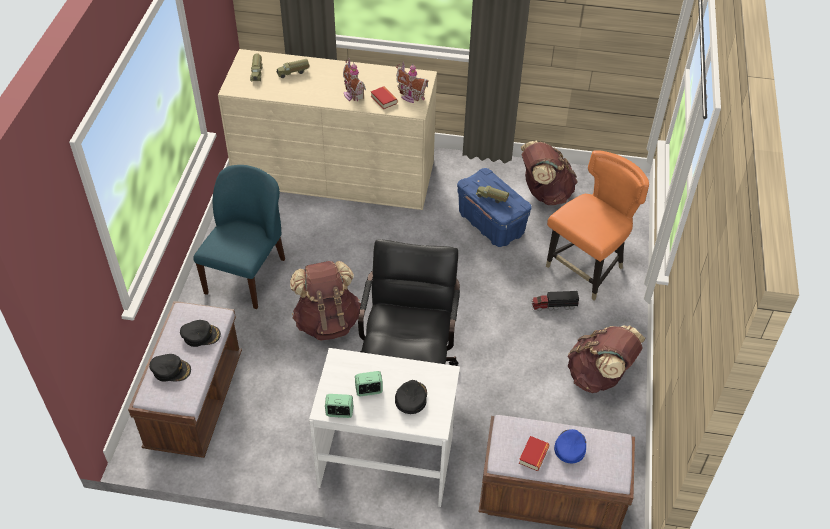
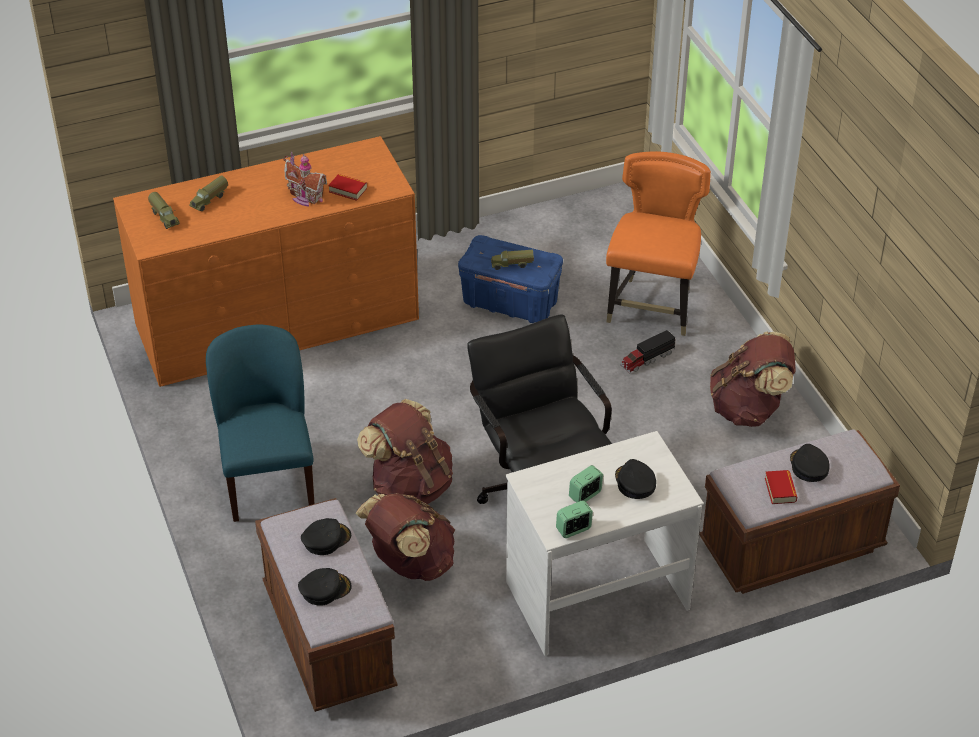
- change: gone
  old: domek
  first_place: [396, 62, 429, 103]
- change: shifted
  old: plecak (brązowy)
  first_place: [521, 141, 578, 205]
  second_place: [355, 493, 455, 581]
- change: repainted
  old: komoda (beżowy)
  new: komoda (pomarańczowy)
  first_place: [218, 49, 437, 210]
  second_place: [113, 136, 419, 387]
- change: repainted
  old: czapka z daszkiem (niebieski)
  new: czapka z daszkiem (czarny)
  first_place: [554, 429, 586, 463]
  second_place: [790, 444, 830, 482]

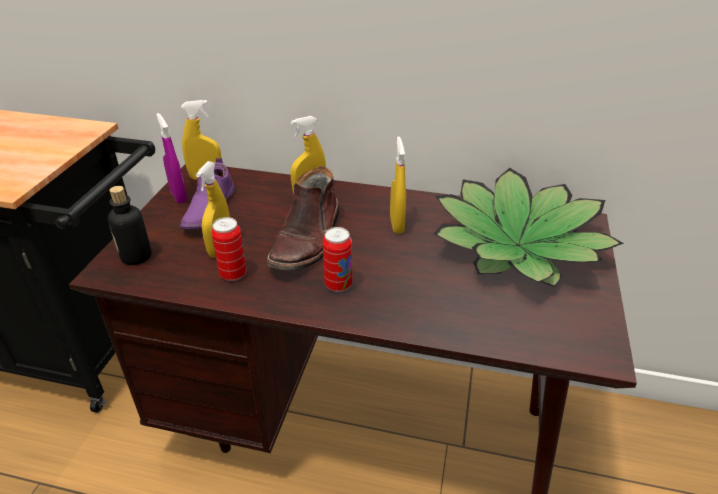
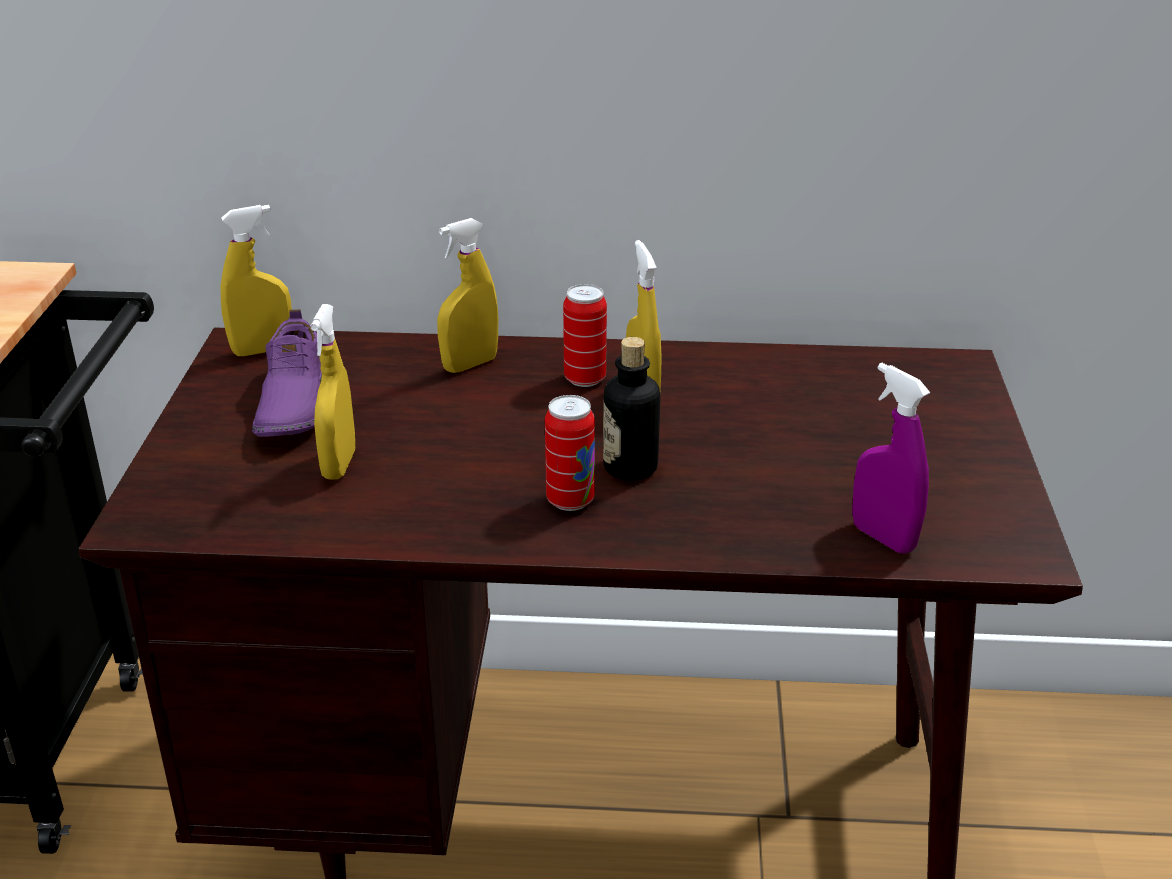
- change: gone
  old: but z cholewką (brązowy)
  first_place: [266, 166, 339, 271]
- change: gone
  old: roślina doniczkowa
  first_place: [434, 168, 624, 288]
- change: shifted
  old: butelka
  first_place: [108, 186, 152, 265]
  second_place: [603, 337, 660, 481]
- change: shifted
  old: spryskiwacz (fioletowy)
  first_place: [156, 113, 187, 204]
  second_place: [852, 362, 930, 554]
- change: shifted
  old: puszka
  first_place: [211, 217, 246, 281]
  second_place: [563, 284, 607, 387]

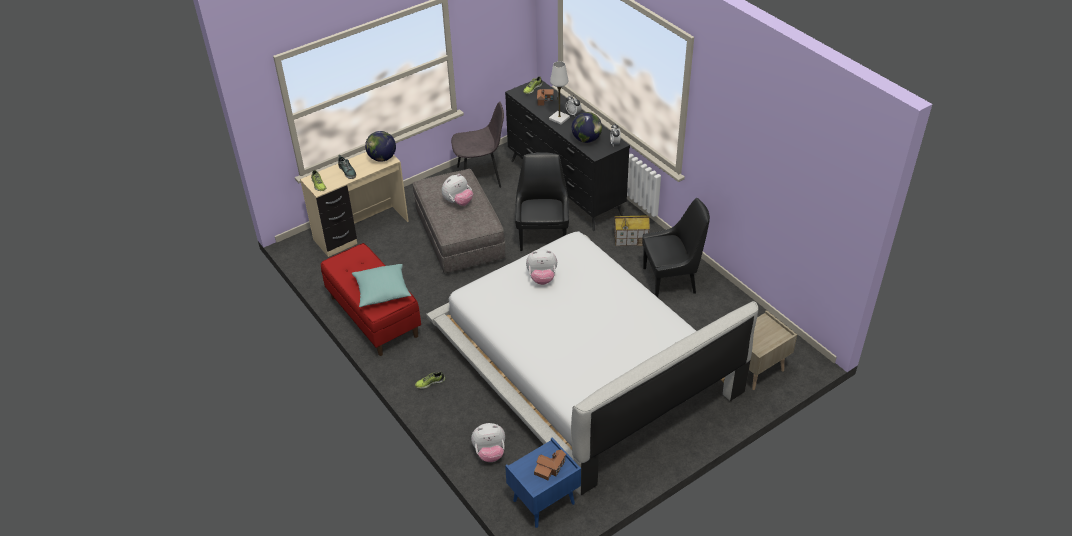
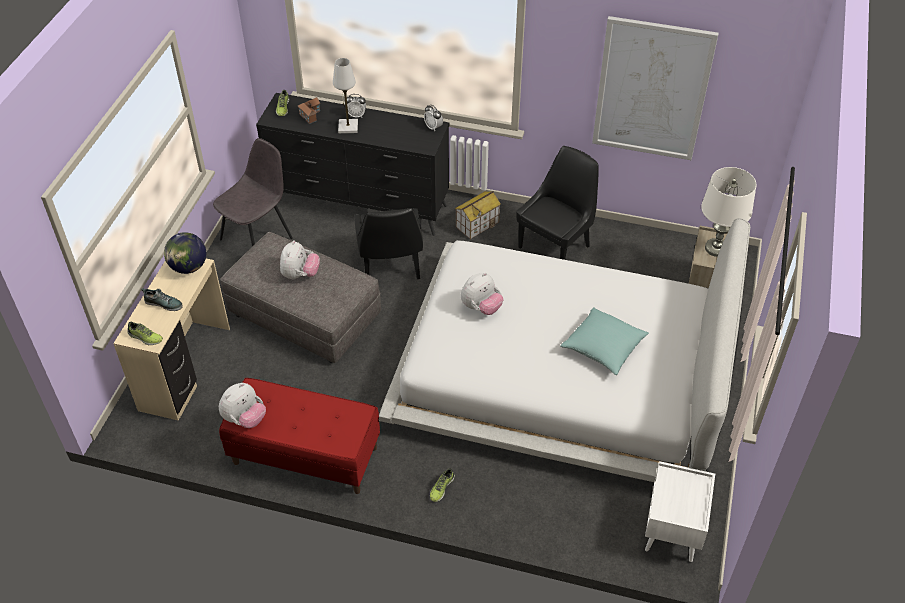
- change: gone
  old: domek
  first_place: [534, 449, 566, 481]
- change: gone
  old: globus
  first_place: [572, 112, 602, 143]
- change: new
  new: obraz
  second_place: [592, 16, 719, 160]
- change: new
  new: lampa stołowa (biały)
  second_place: [701, 167, 756, 257]
- change: shifted
  old: poduszka (turkusowy)
  first_place: [352, 264, 411, 307]
  second_place: [560, 307, 649, 375]
- change: shifted
  old: pluszak
  first_place: [471, 423, 505, 462]
  second_place: [219, 383, 266, 428]
- change: repainted
  old: szafka nocna (niebieski)
  new: szafka nocna (biały)
  first_place: [505, 437, 581, 528]
  second_place: [645, 461, 715, 562]
- change: rotated
  old: krzesło (czarny)
  first_place: [515, 152, 569, 251]
  second_place: [354, 208, 423, 279]
  degrees: -150

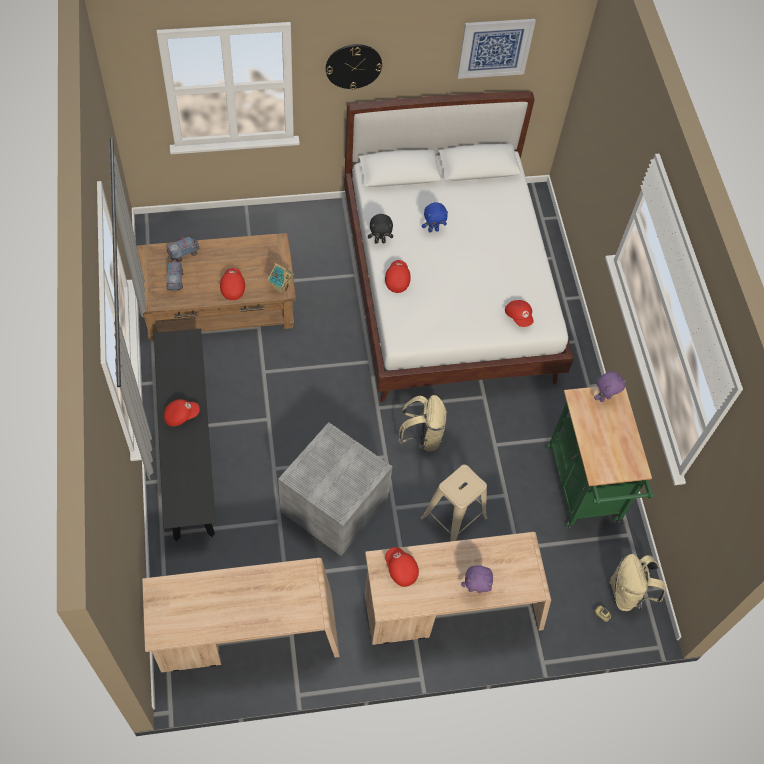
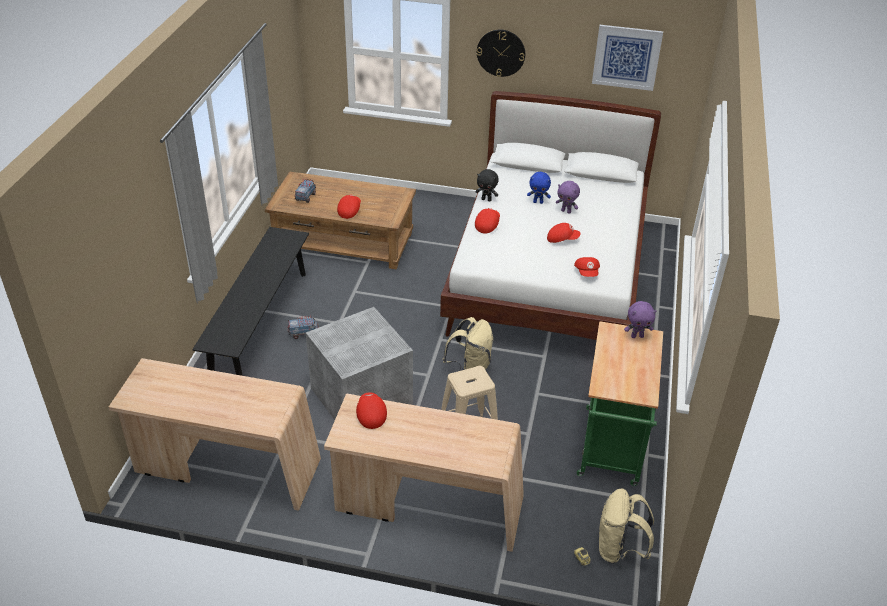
- change: gone
  old: domek
  first_place: [268, 263, 294, 294]
- change: shifted
  old: czapka z daszkiem (czerwony)
  first_place: [164, 399, 200, 426]
  second_place: [547, 223, 580, 243]
- change: shifted
  old: ciężarówka zabawkowa
  first_place: [167, 236, 199, 262]
  second_place: [287, 316, 319, 339]
- change: shifted
  old: pluszak (fioletowy)
  first_place: [461, 565, 493, 593]
  second_place: [556, 181, 580, 214]

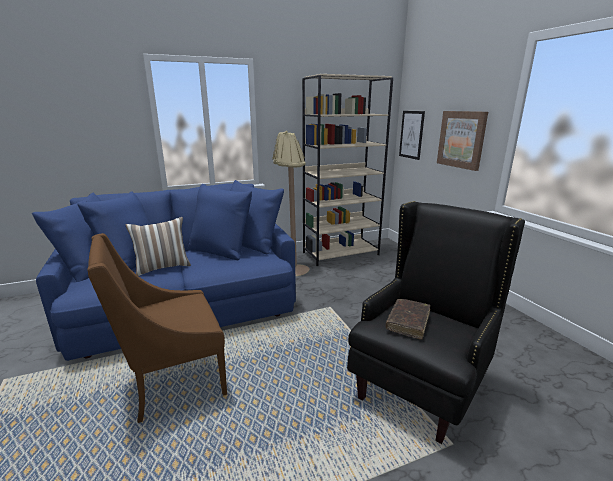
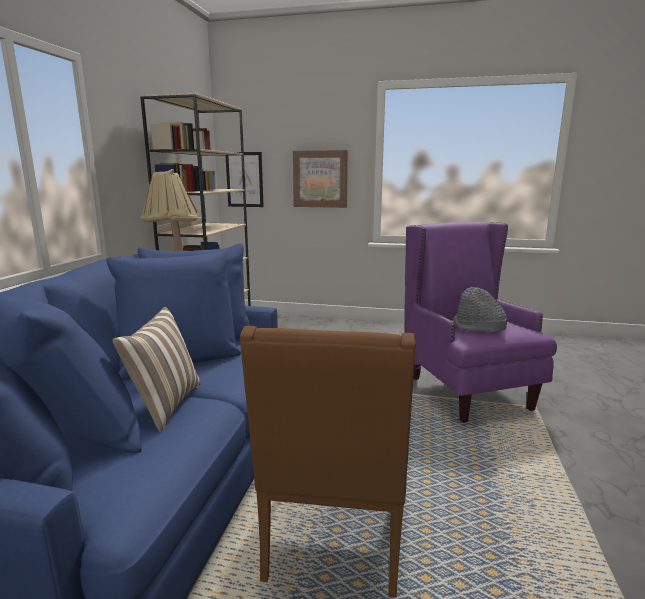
- change: swapped
  old: książka (brązowy)
  new: kapelusz (szary)
  first_place: [386, 299, 430, 340]
  second_place: [453, 287, 507, 333]
- change: repainted
  old: fotel (czarny)
  new: fotel (fioletowy)
  first_place: [347, 201, 525, 444]
  second_place: [404, 222, 557, 423]

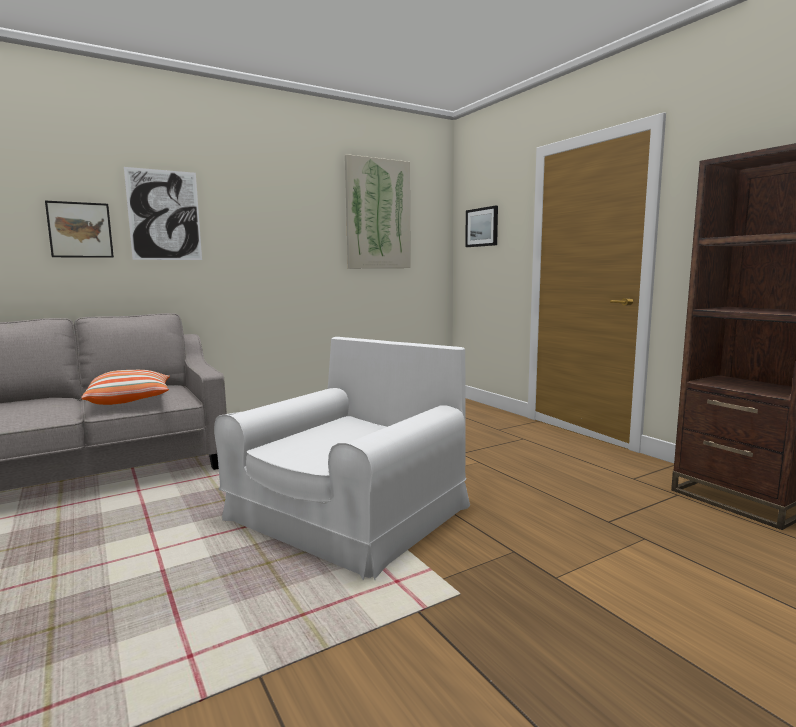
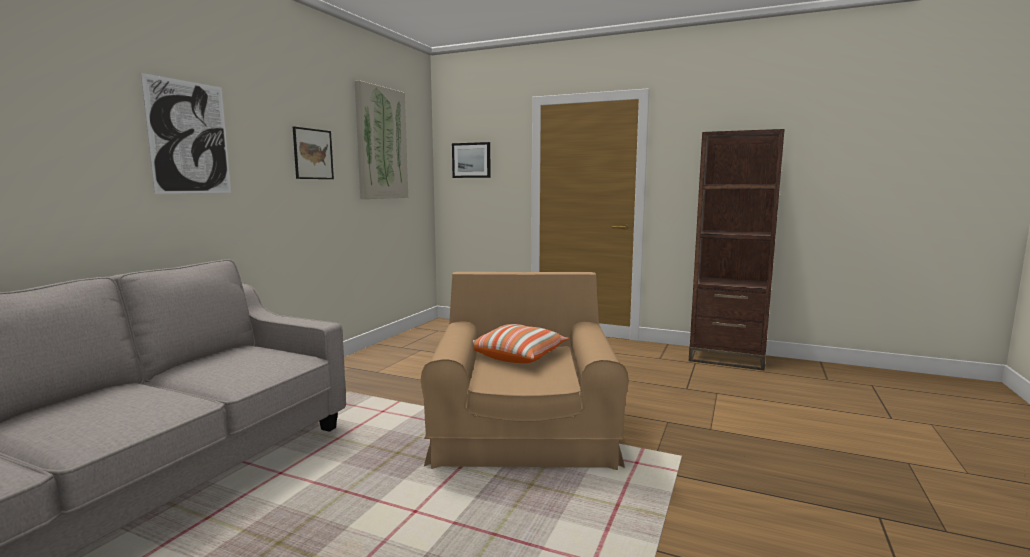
- change: shifted
  old: obraz
  first_place: [45, 201, 114, 258]
  second_place: [293, 127, 334, 179]
- change: shifted
  old: poduszka
  first_place: [81, 370, 170, 405]
  second_place: [473, 324, 569, 363]
- change: repainted
  old: fotel (biały)
  new: fotel (brązowy)
  first_place: [214, 337, 470, 581]
  second_place: [421, 272, 629, 470]

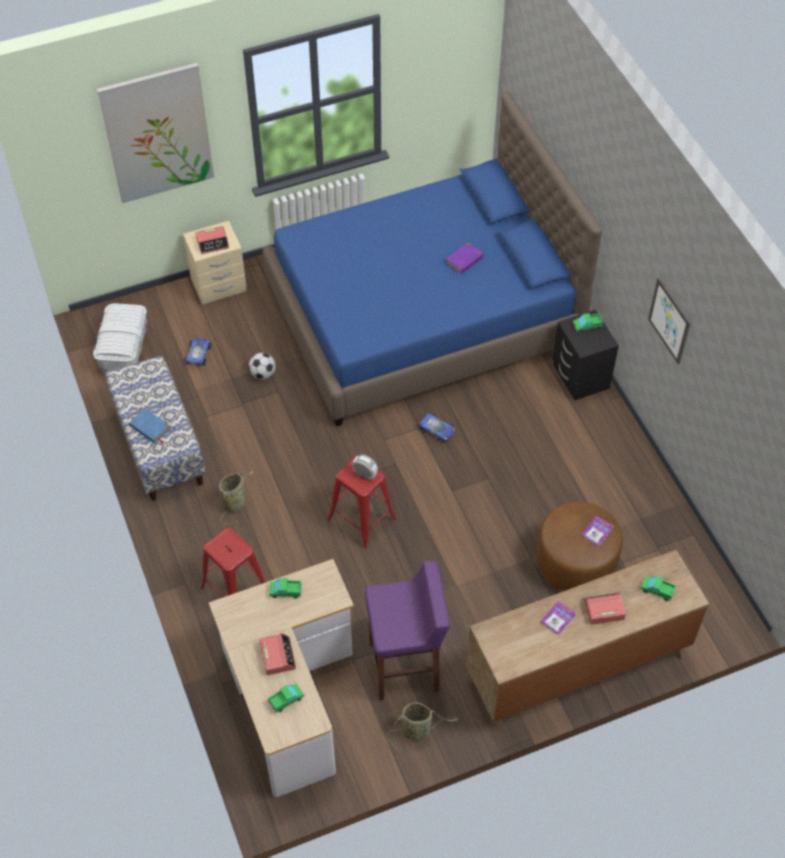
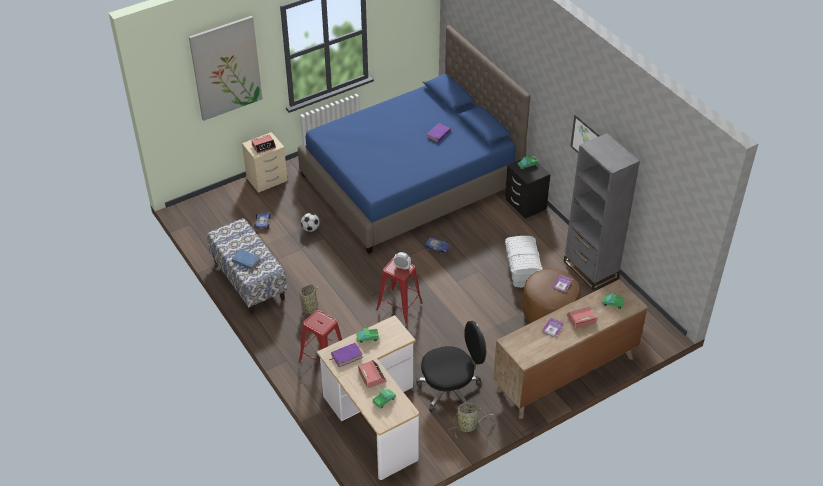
- change: new
  new: książka (fioletowy)
  second_place: [329, 343, 363, 367]
- change: new
  new: regał (szary)
  second_place: [564, 133, 640, 290]
- change: shifted
  old: pojemnik do przechowywania (biały)
  first_place: [93, 303, 147, 374]
  second_place: [505, 236, 543, 288]
- change: swapped
  old: stołek (fioletowy)
  new: krzesło biurowe (czarny)
  first_place: [365, 561, 450, 700]
  second_place: [416, 321, 486, 412]

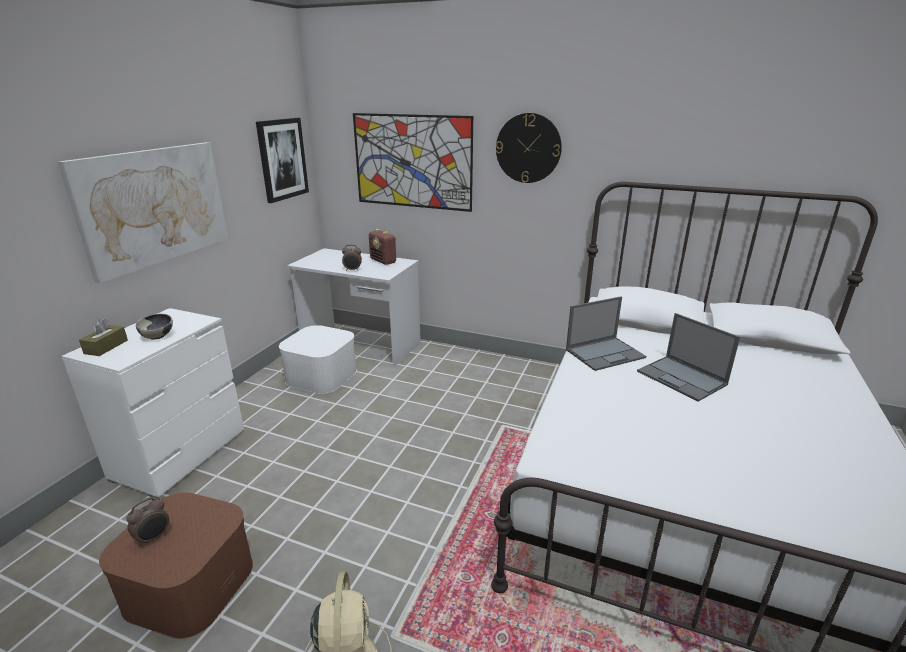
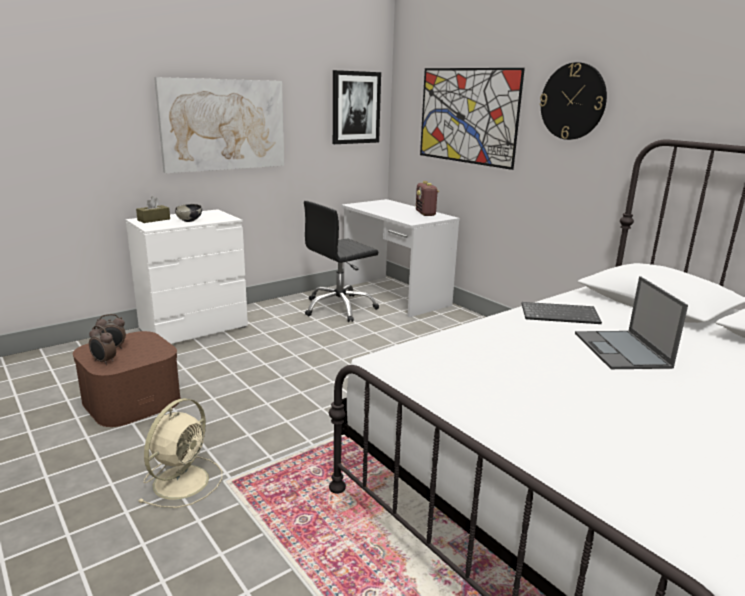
- change: shifted
  old: budzik
  first_place: [342, 244, 362, 271]
  second_place: [89, 325, 116, 365]
- change: swapped
  old: pojemnik do przechowywania (biały)
  new: krzesło biurowe (czarny)
  first_place: [279, 325, 357, 394]
  second_place: [304, 201, 379, 322]
- change: swapped
  old: laptop
  new: klawiatura
  first_place: [566, 296, 646, 371]
  second_place: [522, 302, 602, 324]

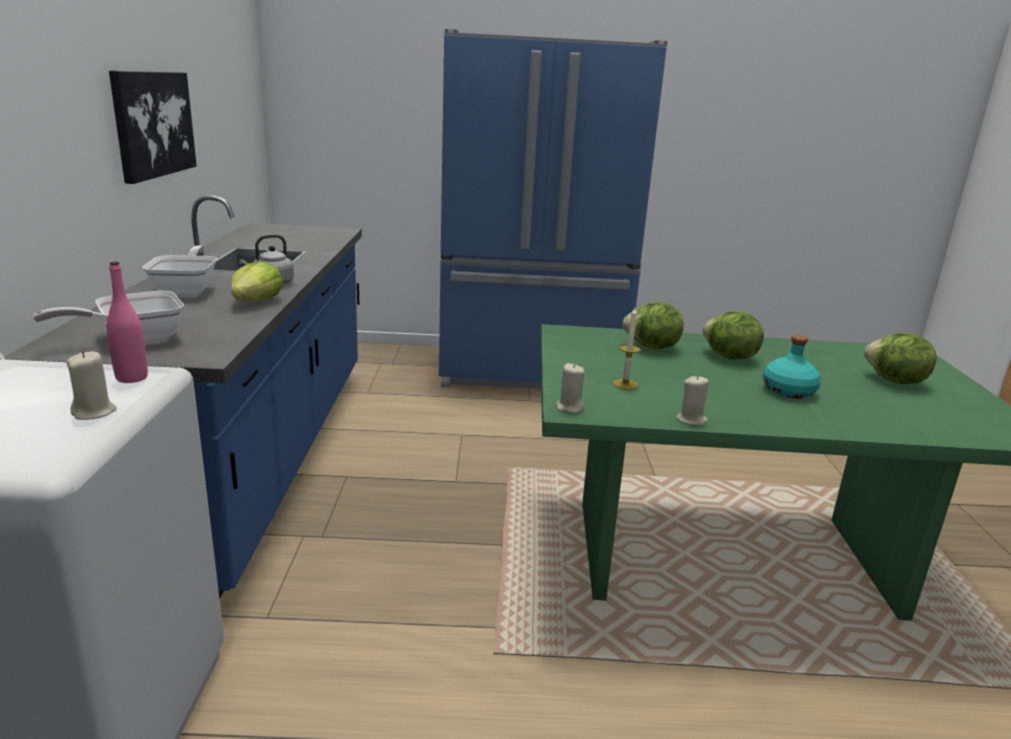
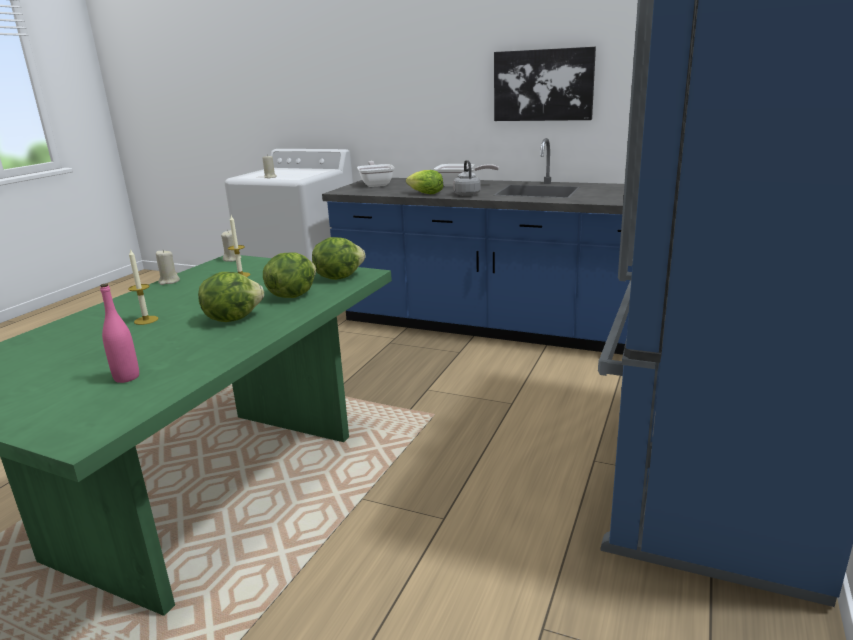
- change: shifted
  old: butelka (różowy)
  first_place: [107, 261, 148, 383]
  second_place: [100, 284, 139, 383]
- change: shifted
  old: sałata
  first_place: [864, 333, 937, 384]
  second_place: [312, 237, 366, 280]
- change: swapped
  old: butelka (turkusowy)
  new: świeca
  first_place: [763, 335, 821, 399]
  second_place: [128, 249, 158, 325]

